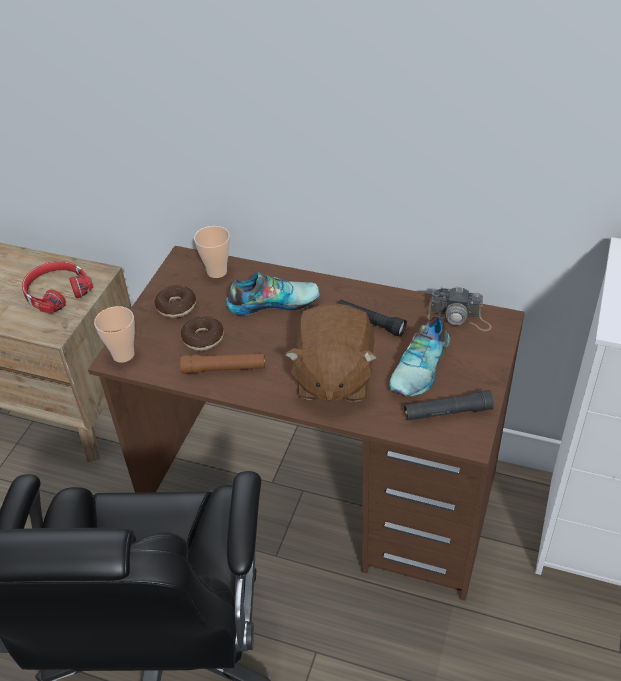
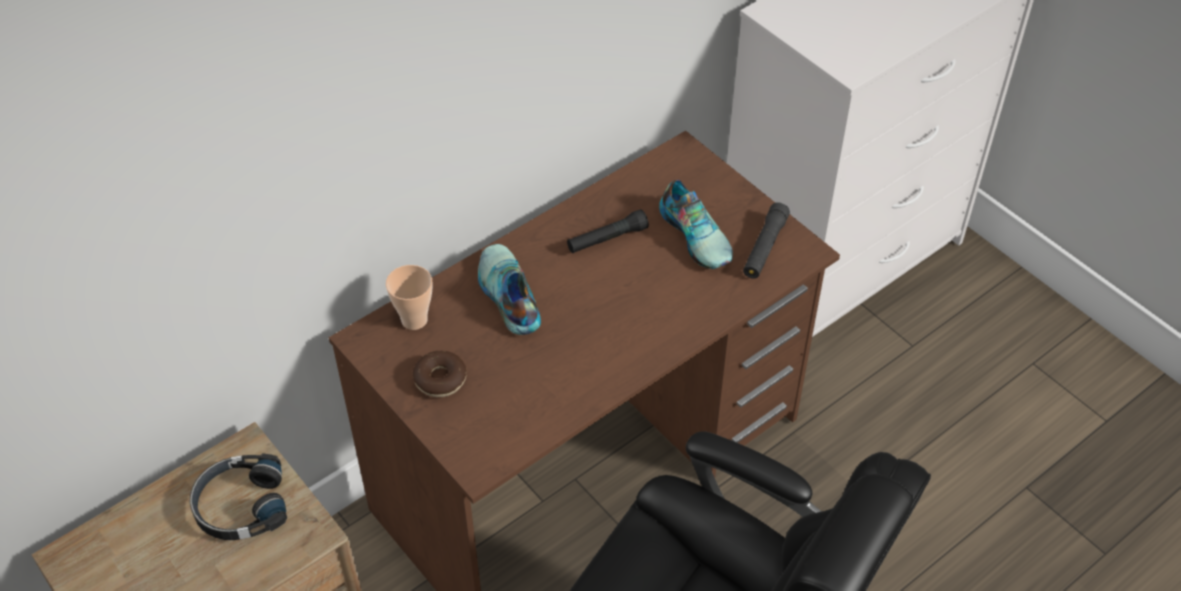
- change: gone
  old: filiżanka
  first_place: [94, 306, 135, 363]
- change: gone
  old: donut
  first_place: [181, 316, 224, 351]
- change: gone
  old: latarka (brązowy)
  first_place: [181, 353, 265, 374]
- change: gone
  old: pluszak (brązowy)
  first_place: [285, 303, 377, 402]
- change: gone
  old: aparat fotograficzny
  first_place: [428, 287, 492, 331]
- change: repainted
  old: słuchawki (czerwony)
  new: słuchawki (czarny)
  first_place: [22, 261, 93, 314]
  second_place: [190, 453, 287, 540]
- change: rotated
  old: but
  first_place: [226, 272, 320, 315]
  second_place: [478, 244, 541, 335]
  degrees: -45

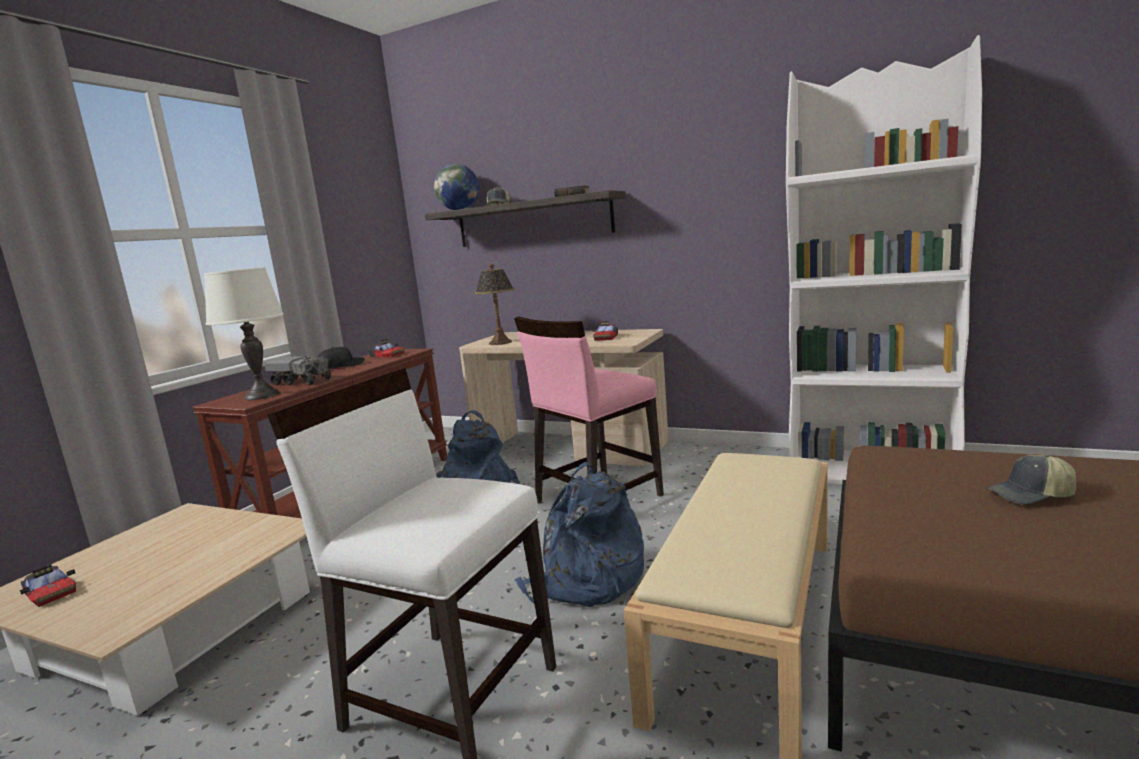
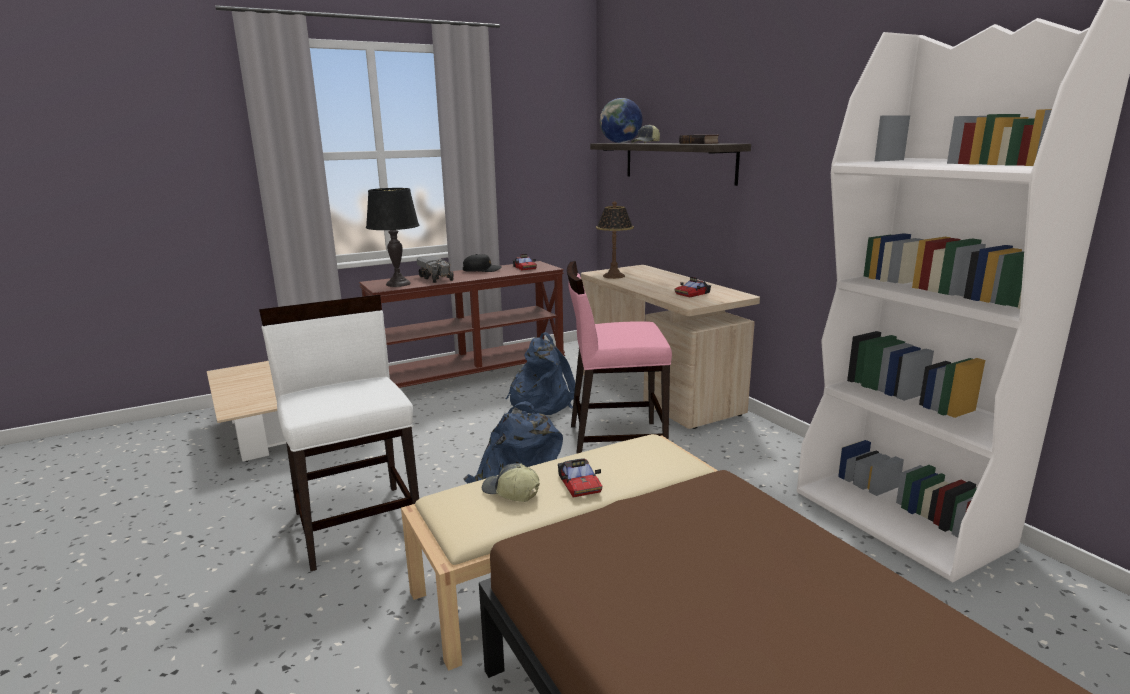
- change: shifted
  old: samochodzik
  first_place: [20, 565, 76, 607]
  second_place: [558, 458, 602, 497]
- change: shifted
  old: czapka z daszkiem
  first_place: [986, 455, 1076, 504]
  second_place: [482, 463, 540, 502]
- change: repainted
  old: lampa stołowa (biały)
  new: lampa stołowa (czarny)
  first_place: [204, 267, 284, 400]
  second_place: [366, 188, 419, 287]

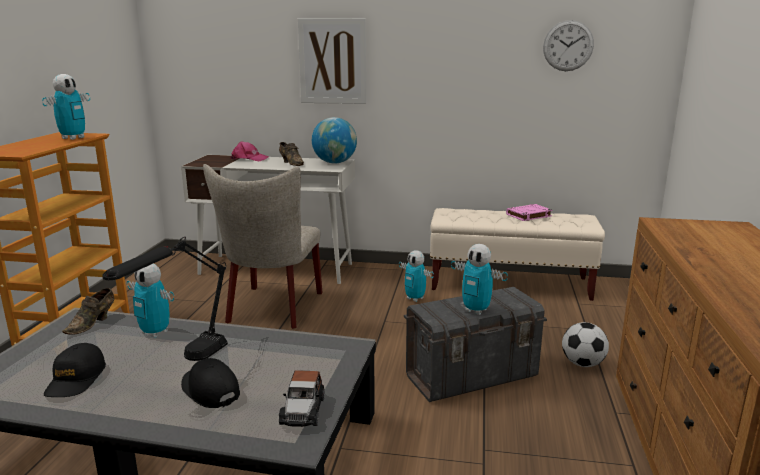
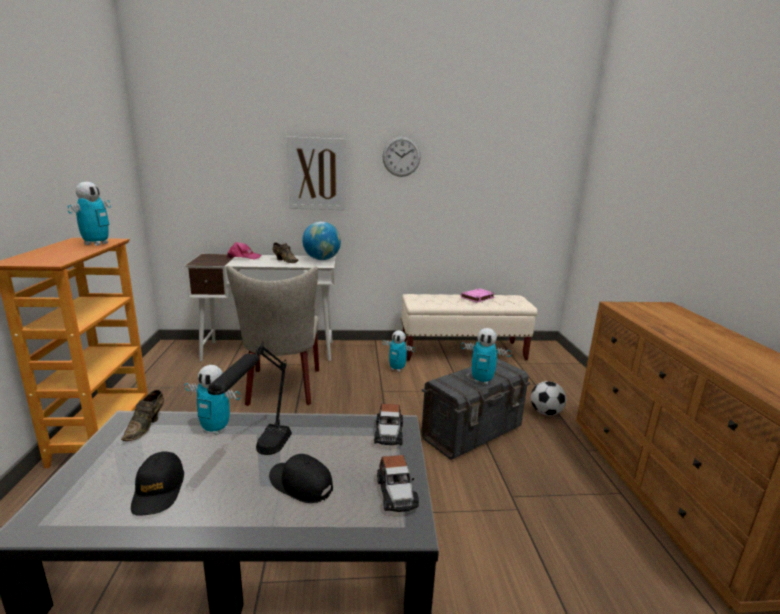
- change: new
  new: samochodzik
  second_place: [374, 404, 403, 445]
- change: shifted
  old: zegar ścienny
  first_place: [543, 20, 594, 71]
  second_place: [383, 136, 421, 177]

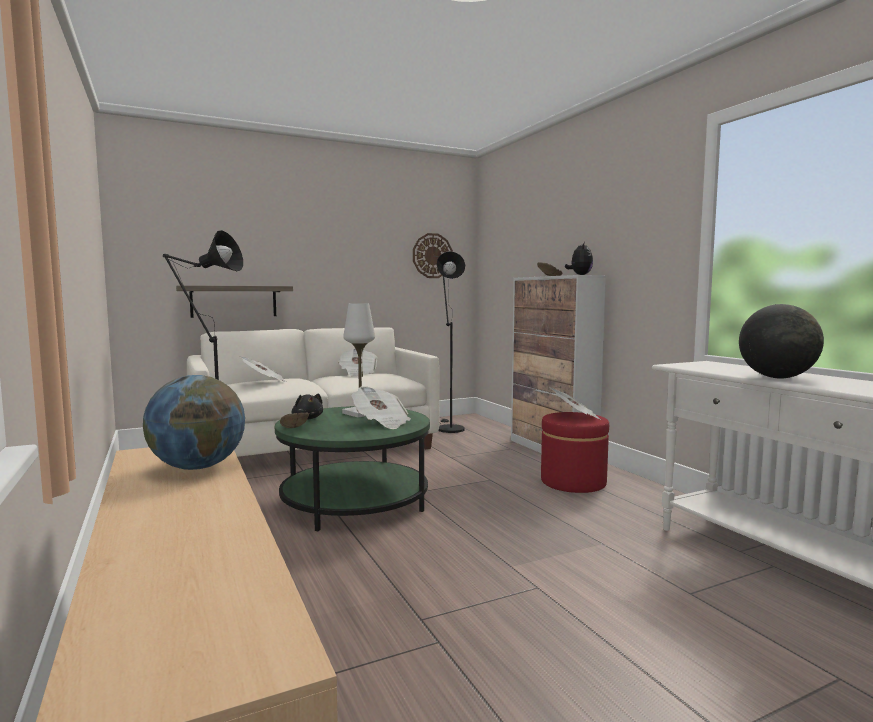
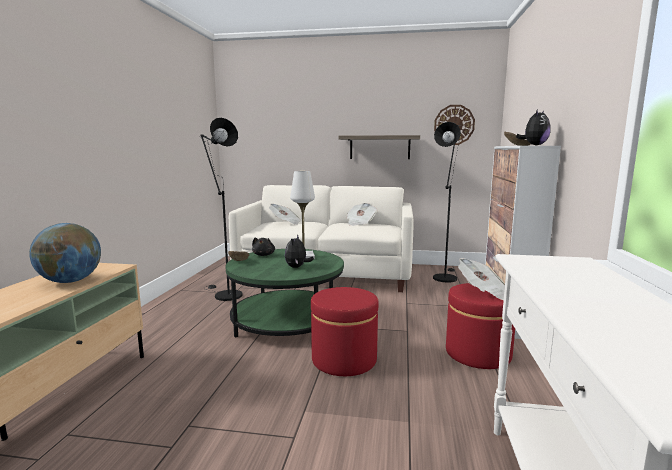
- change: gone
  old: globus
  first_place: [739, 304, 824, 379]
- change: new
  new: pufa (czerwony)
  second_place: [311, 287, 379, 376]
- change: shifted
  old: półka
  first_place: [176, 285, 293, 318]
  second_place: [339, 135, 420, 159]
- change: swapped
  old: gazeta
  new: pluszak
  first_place: [352, 386, 411, 429]
  second_place: [285, 234, 314, 268]

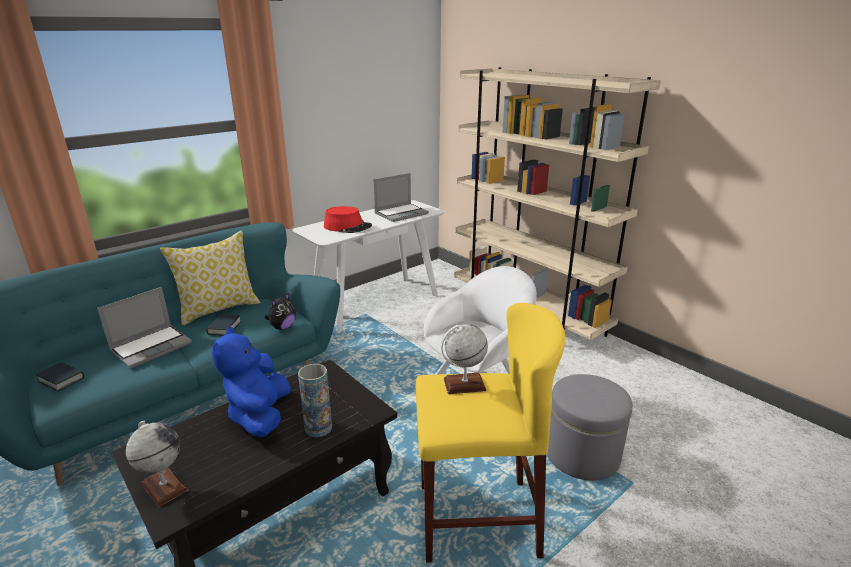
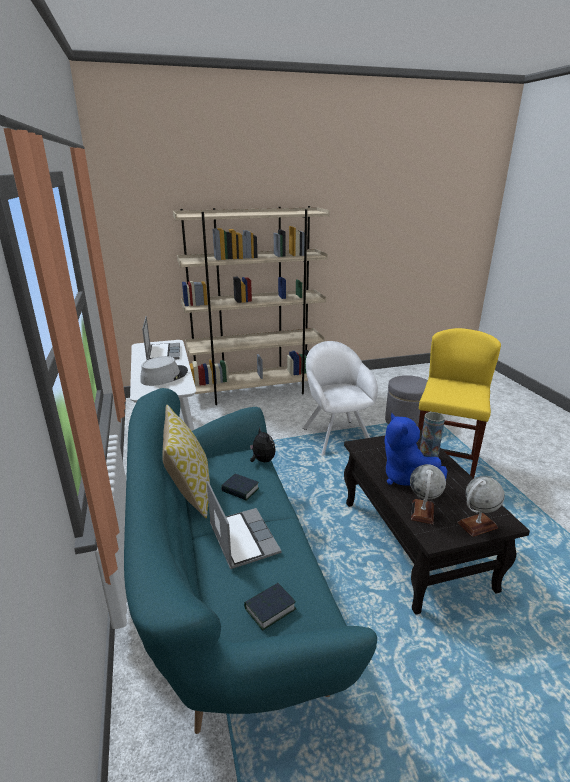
- change: shifted
  old: globus
  first_place: [441, 324, 488, 394]
  second_place: [410, 464, 446, 524]
- change: repainted
  old: kapelusz (czerwony)
  new: kapelusz (szary)
  first_place: [324, 206, 372, 233]
  second_place: [140, 356, 188, 386]
- change: rotated
  old: pluszak (niebieski)
  first_place: [211, 327, 291, 437]
  second_place: [384, 413, 447, 486]
  degrees: 45

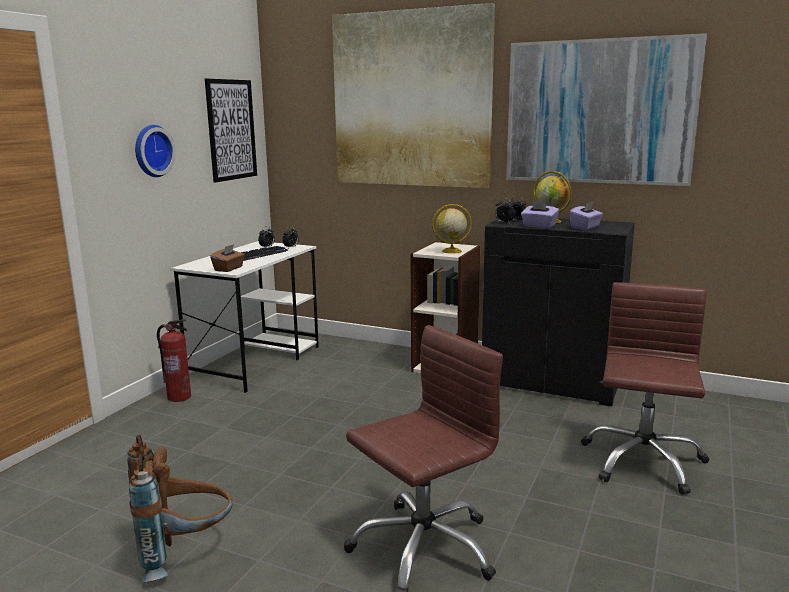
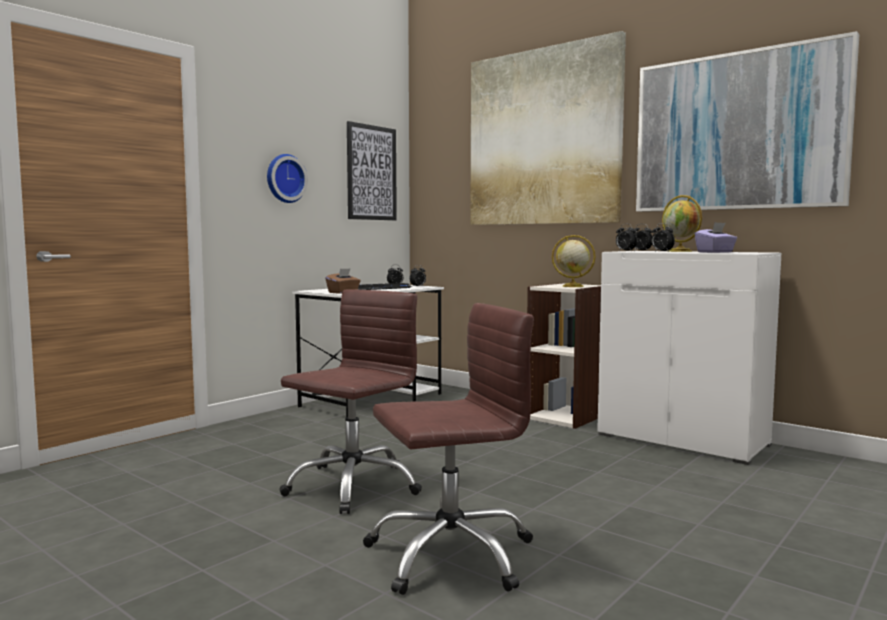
- change: gone
  old: plecak (brązowy)
  first_place: [127, 435, 233, 582]
- change: gone
  old: gaśnica
  first_place: [157, 319, 191, 402]
- change: shifted
  old: krzesło biurowe (brązowy)
  first_place: [581, 282, 710, 495]
  second_place: [279, 289, 422, 514]
- change: swapped
  old: pudełko chusteczek (fioletowy)
  new: budzik
  first_place: [521, 200, 559, 228]
  second_place: [652, 223, 675, 252]
- change: repainted
  old: szafka (czarny)
  new: szafka (biały)
  first_place: [482, 218, 635, 406]
  second_place: [597, 251, 782, 465]

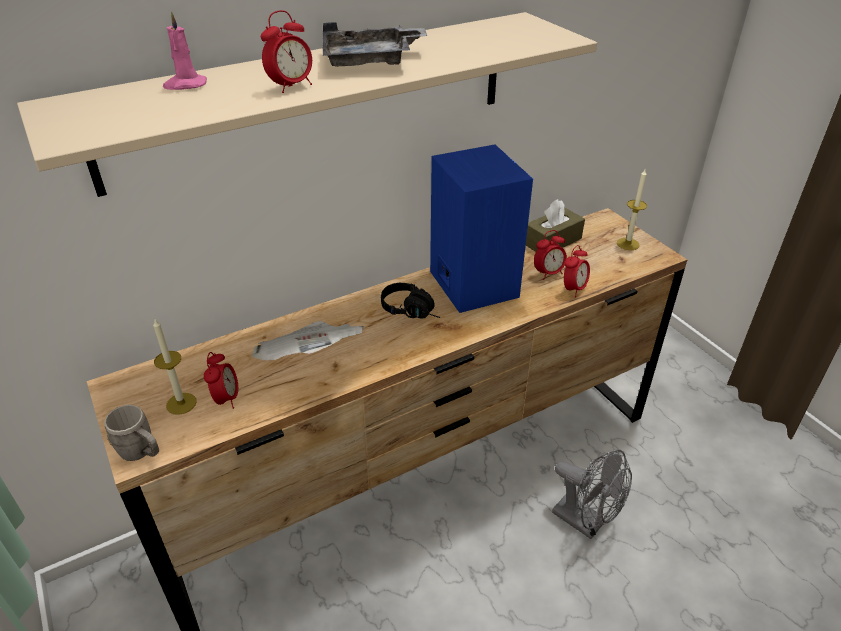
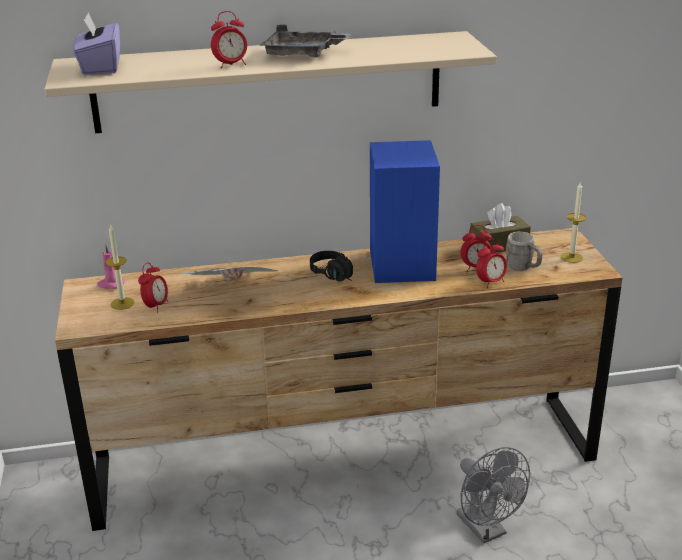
- change: new
  new: pudełko chusteczek (fioletowy)
  second_place: [73, 12, 120, 75]
- change: shifted
  old: kubek (szary)
  first_place: [104, 405, 159, 461]
  second_place: [506, 232, 542, 271]
- change: shifted
  old: świeca (różowy)
  first_place: [163, 12, 207, 90]
  second_place: [97, 245, 125, 289]

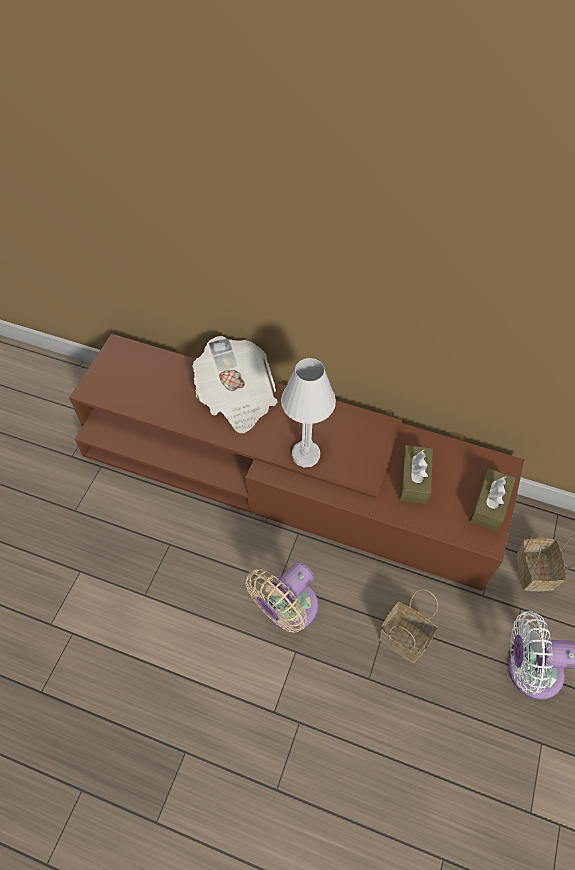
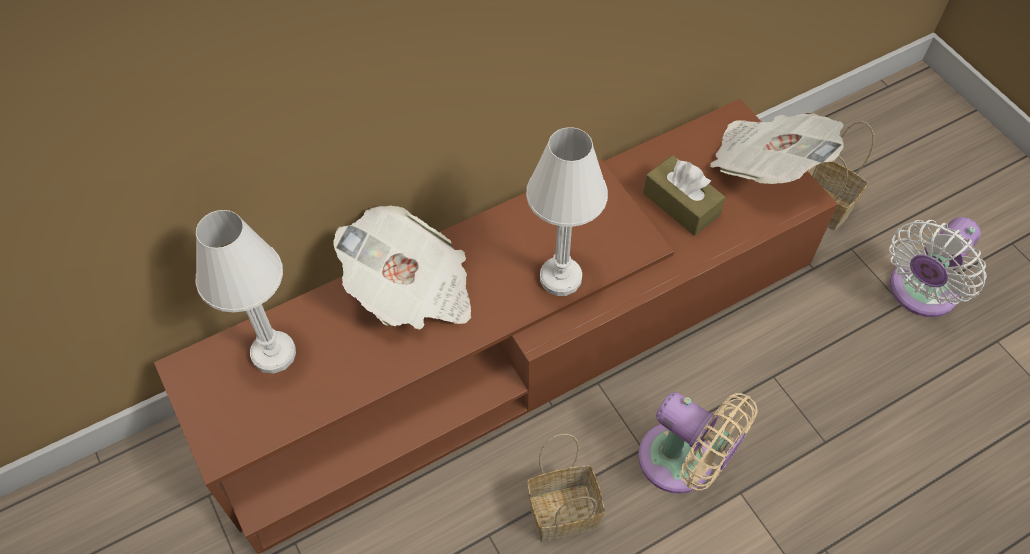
- change: new
  new: lampa stołowa (biały)
  second_place: [196, 210, 296, 374]
- change: shifted
  old: koszyk
  first_place: [379, 589, 438, 663]
  second_place: [527, 434, 605, 542]
- change: swapped
  old: pudełko chusteczek (brązowy)
  new: gazeta
  first_place: [469, 468, 516, 532]
  second_place: [710, 113, 844, 184]
- change: rotated
  old: wentylator (beżowy)
  first_place: [246, 562, 318, 633]
  second_place: [638, 392, 757, 493]
  degrees: -45

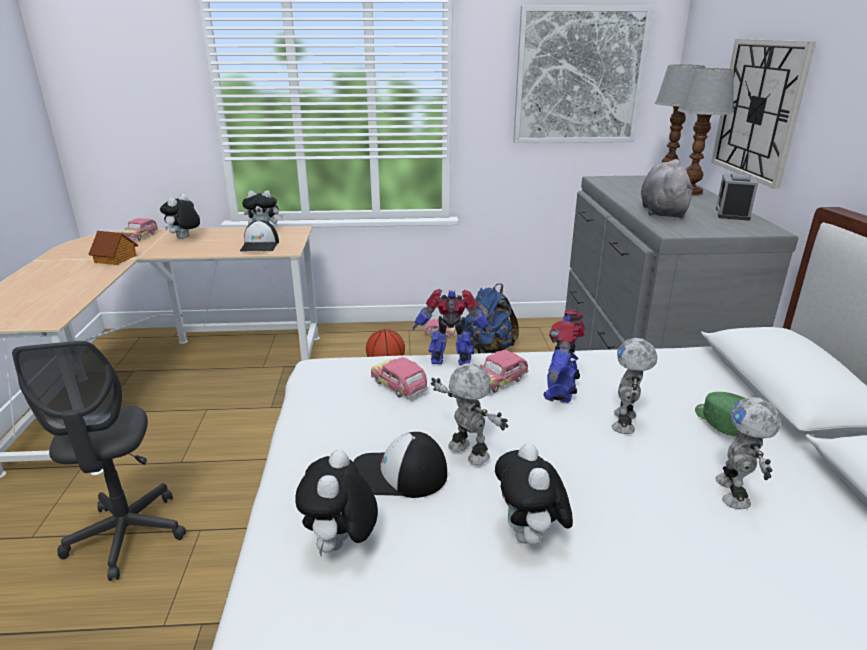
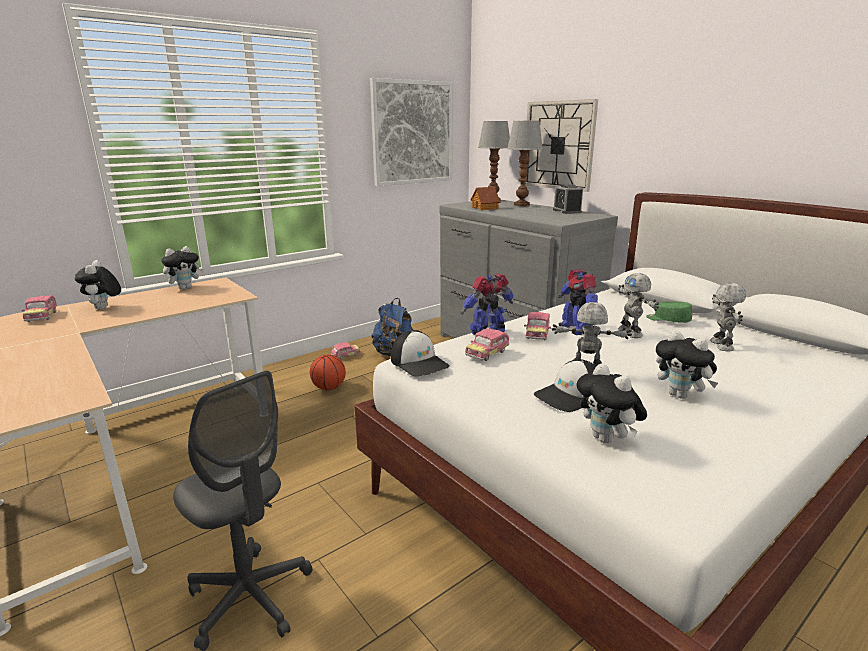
- change: gone
  old: pluszak (szary)
  first_place: [641, 159, 695, 218]
- change: shifted
  old: domek
  first_place: [88, 231, 138, 265]
  second_place: [471, 187, 500, 210]
- change: shifted
  old: czapka z daszkiem
  first_place: [240, 220, 279, 252]
  second_place: [391, 330, 450, 376]
- change: rotated
  old: samochodzik
  first_place: [371, 357, 428, 398]
  second_place: [465, 328, 510, 361]
  degrees: -60
- change: rotated
  old: robot zabawkowy
  first_place: [715, 397, 781, 509]
  second_place: [710, 283, 746, 351]
  degrees: -150

